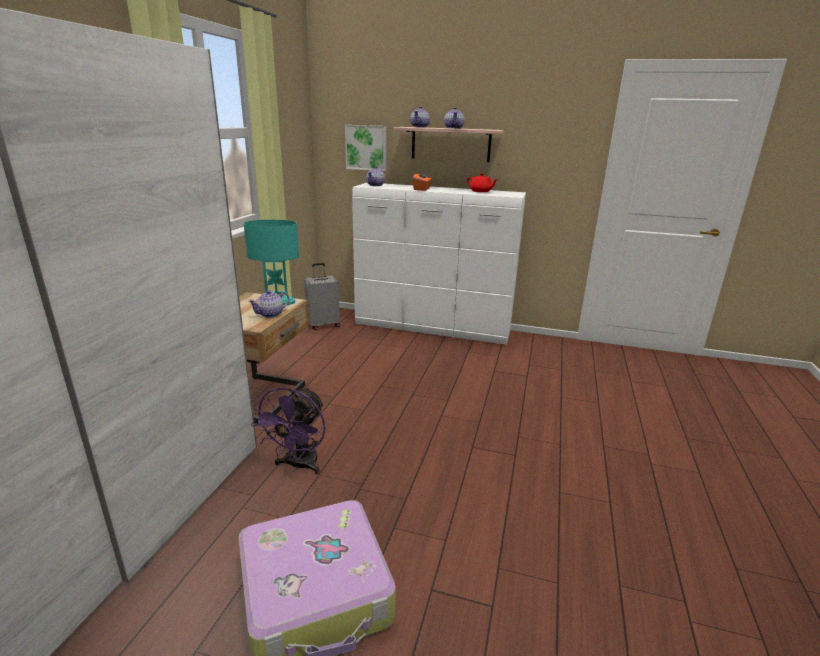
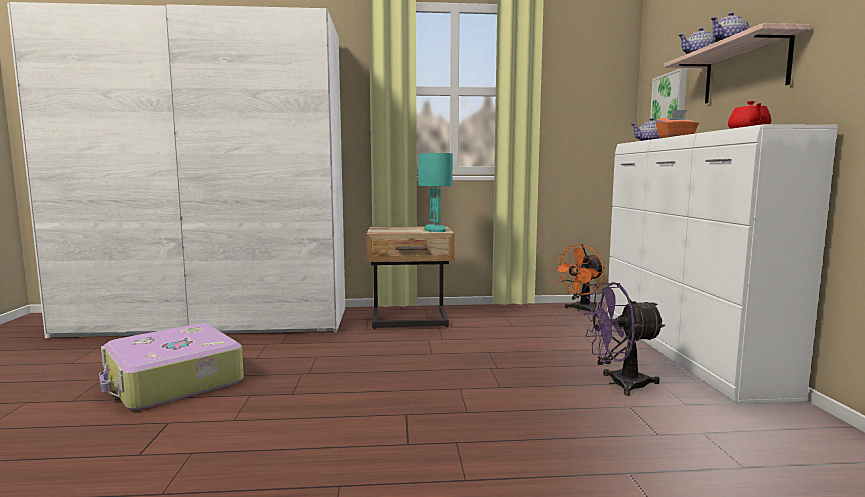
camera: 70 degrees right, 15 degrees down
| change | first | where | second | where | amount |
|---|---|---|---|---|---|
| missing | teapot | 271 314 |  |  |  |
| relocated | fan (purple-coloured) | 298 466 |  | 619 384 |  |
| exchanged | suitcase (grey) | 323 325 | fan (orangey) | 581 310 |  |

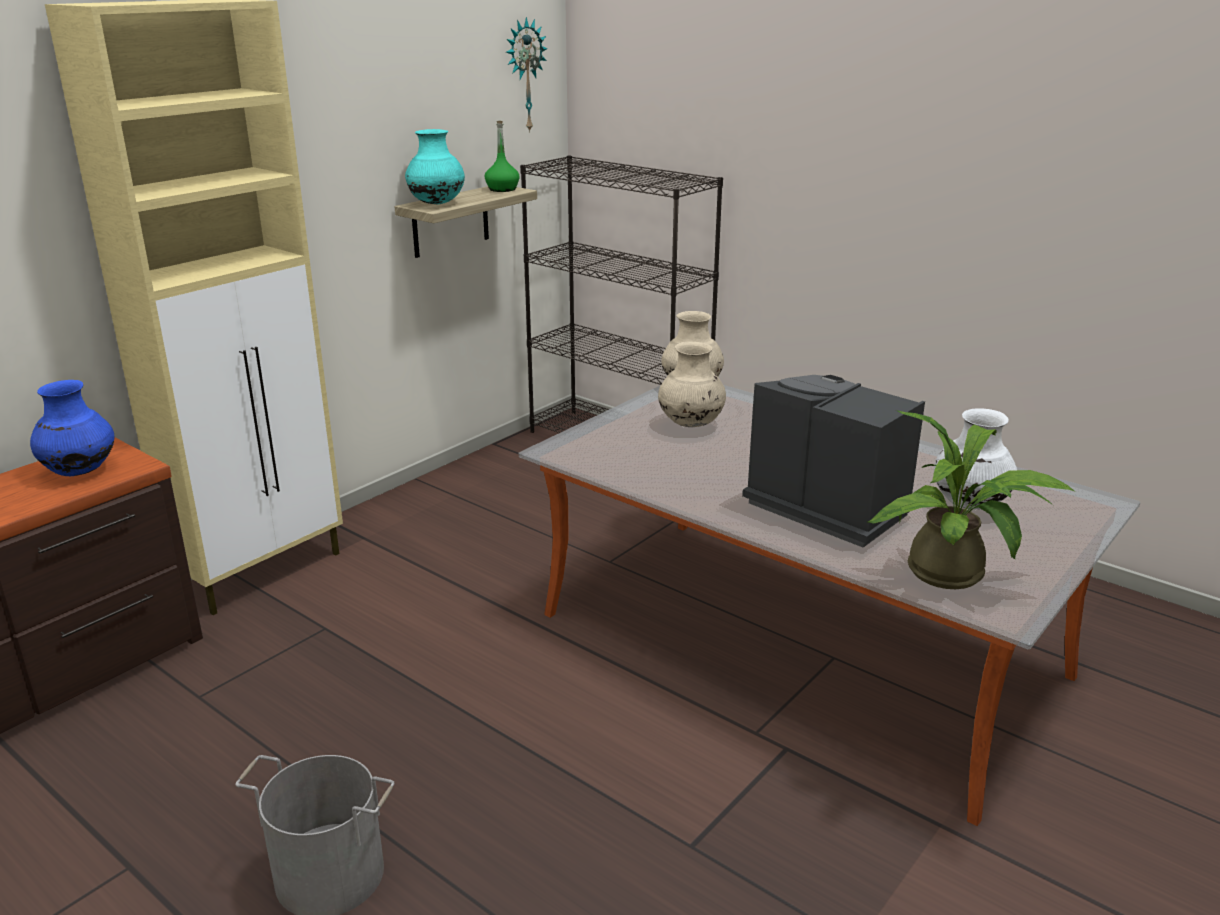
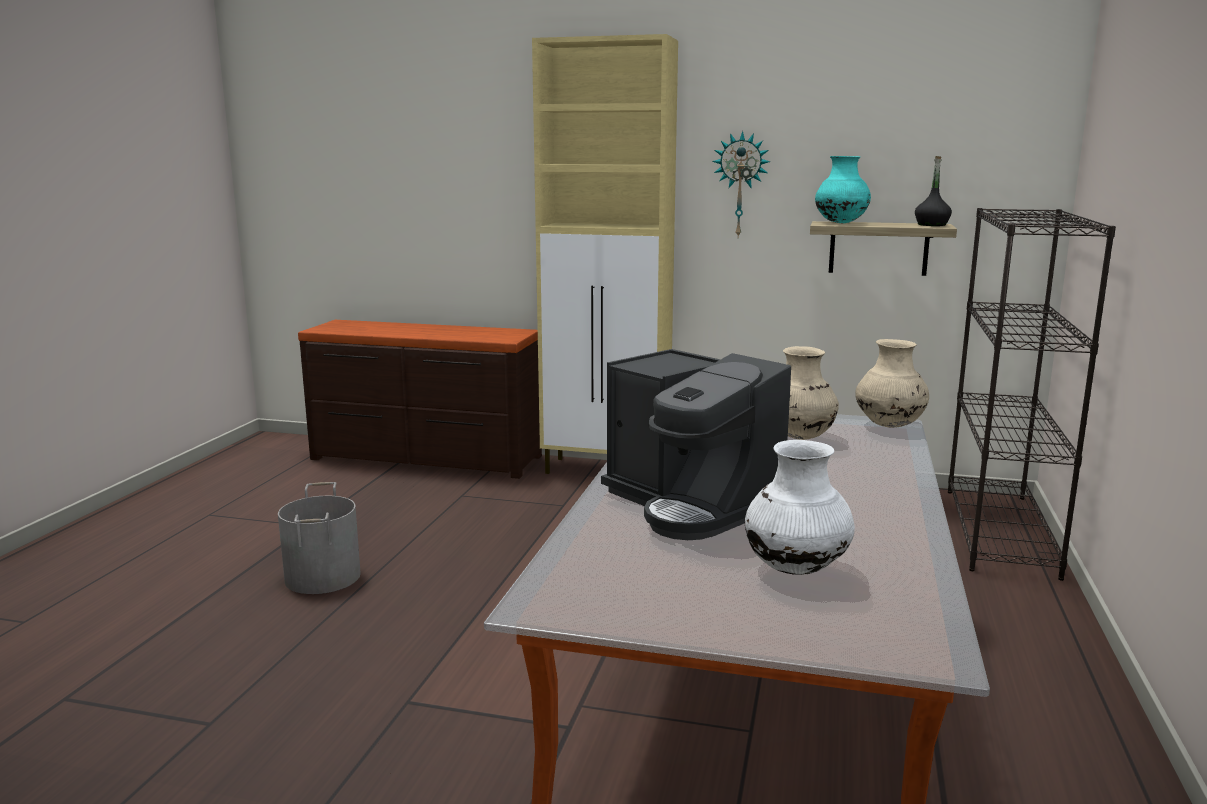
camera: 65 degrees right, 10 degrees down
| change | first | where | second | where | amount |
|---|---|---|---|---|---|
| missing | decorative vase (bluish) | 80 471 |  |  |  |
| missing | potted plant | 954 576 |  |  |  |
| relocated | clock on the wall | 524 75 |  | 740 185 |  |
| colour | beverage bottle (green-coloured) | 502 189 | beverage bottle (blackish) | 931 225 |  |
| spun | coffee machine | 826 506 |  | 692 505 | 120 degrees clockwise |

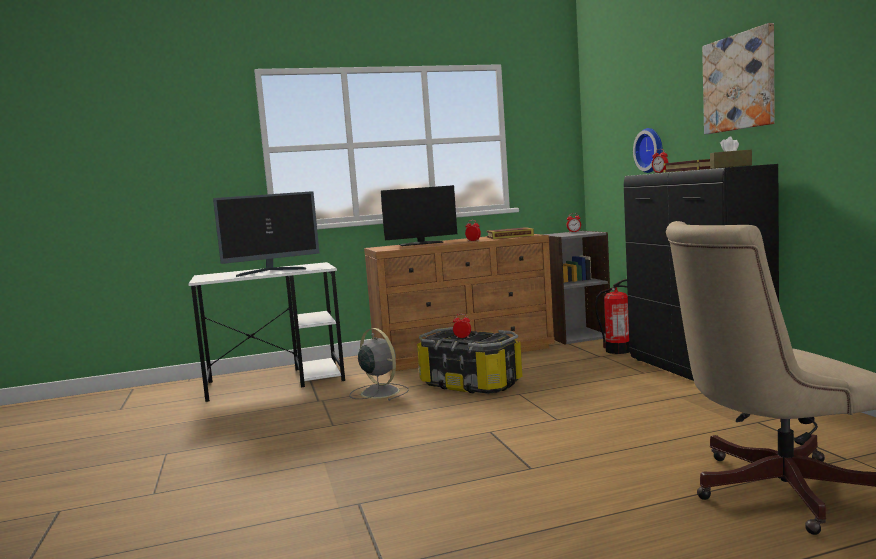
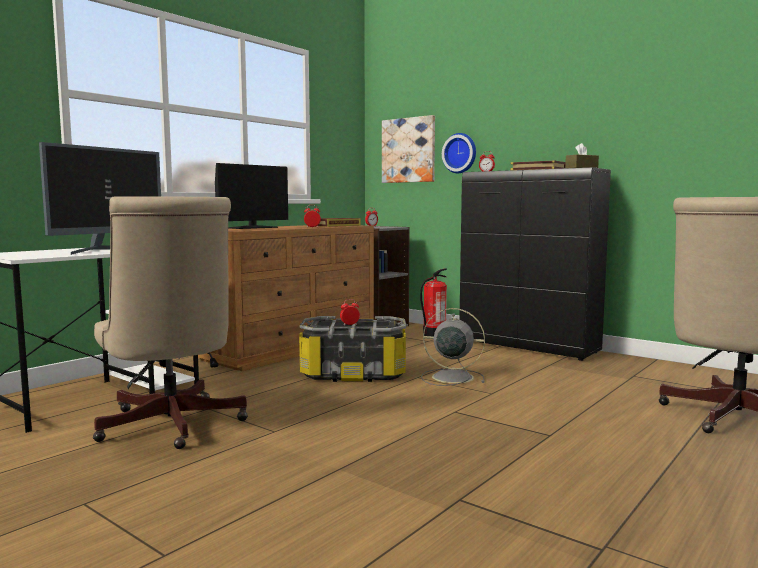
camera: 35 degrees left, 0 degrees up
| change | first | where | second | where | amount |
|---|---|---|---|---|---|
| appeared |  |  | desk chair (beige-coloured) | 171 427 |  |
| relocated | fan (grey) | 379 392 |  | 450 377 |  |
| relocated | wall art | 739 82 |  | 408 150 |  |

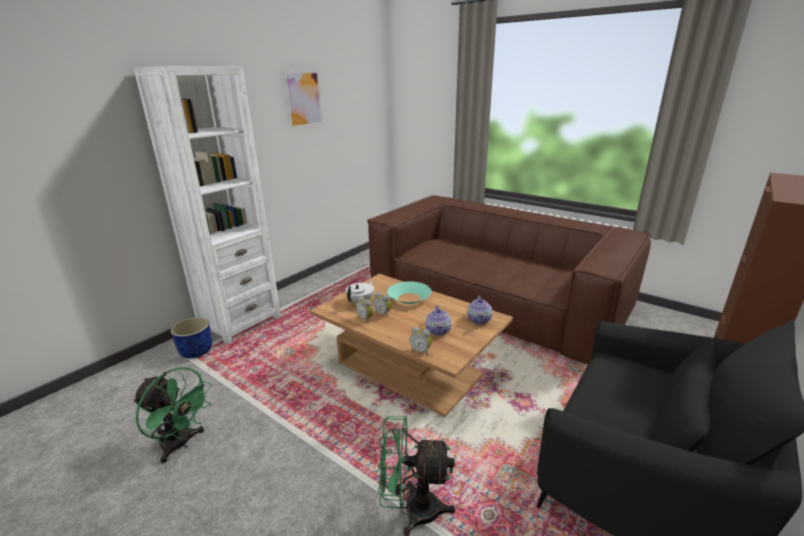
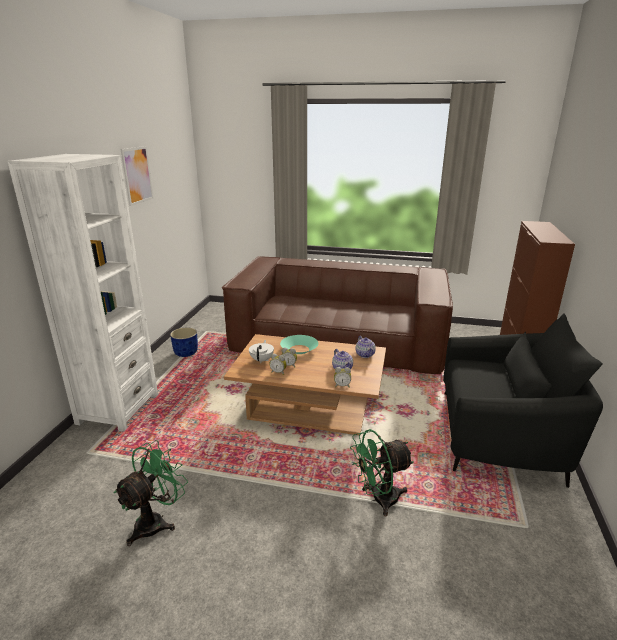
camera: 25 degrees left, 0 degrees up
| change | first | where | second | where | amount |
|---|---|---|---|---|---|
| relocated | flower pot (bluish) | 197 351 |  | 186 352 |  |
| spun | fan (green-coloured) | 181 444 |  | 156 521 | 60 degrees counterclockwise |

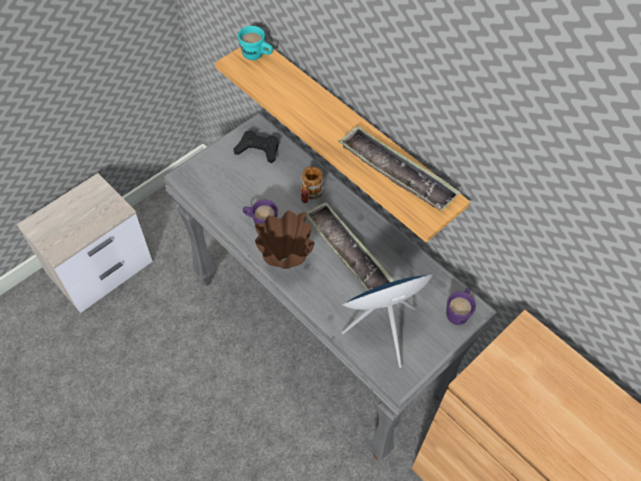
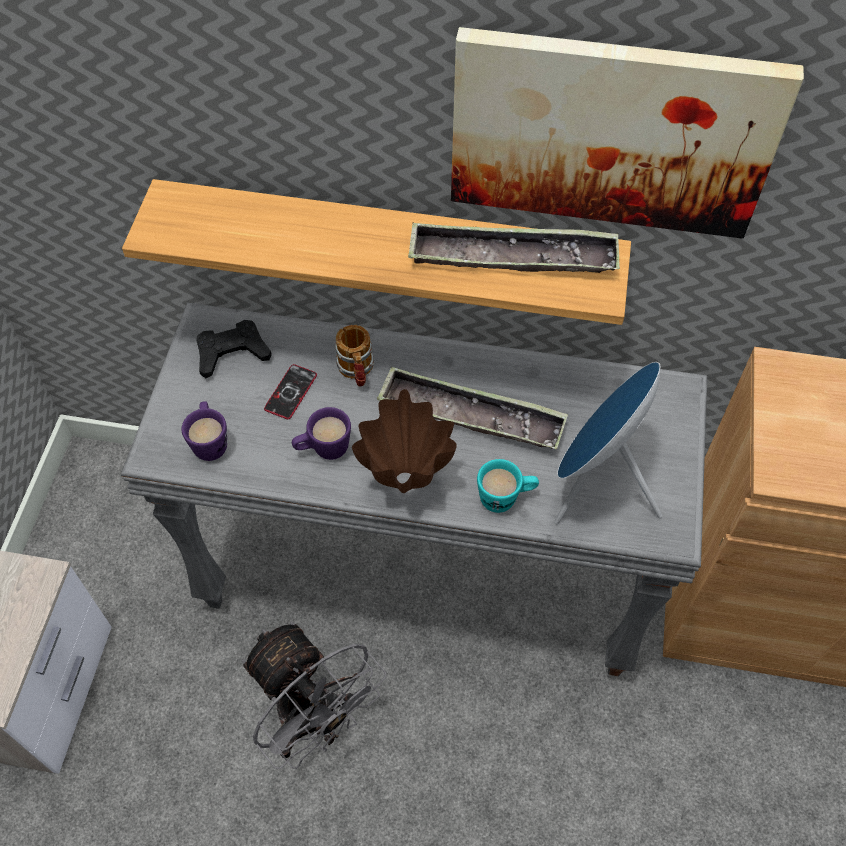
camera: 35 degrees left, 0 degrees up
| change | first | where | second | where | amount |
|---|---|---|---|---|---|
| appeared |  |  | fan (grey) | 314 721 |  |
| appeared |  |  | telephone | 291 392 |  |
| appeared |  |  | wall art | 611 132 |  |
| relocated | coffee mug (turquoise-coloured) | 257 56 |  | 505 498 |  |
| relocated | coffee mug (purple-coloured) | 458 312 |  | 210 441 |  |

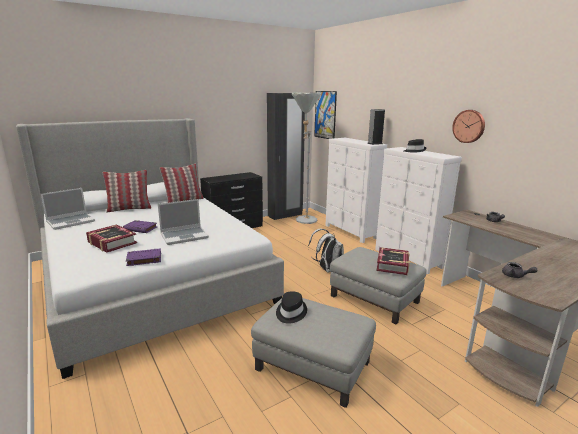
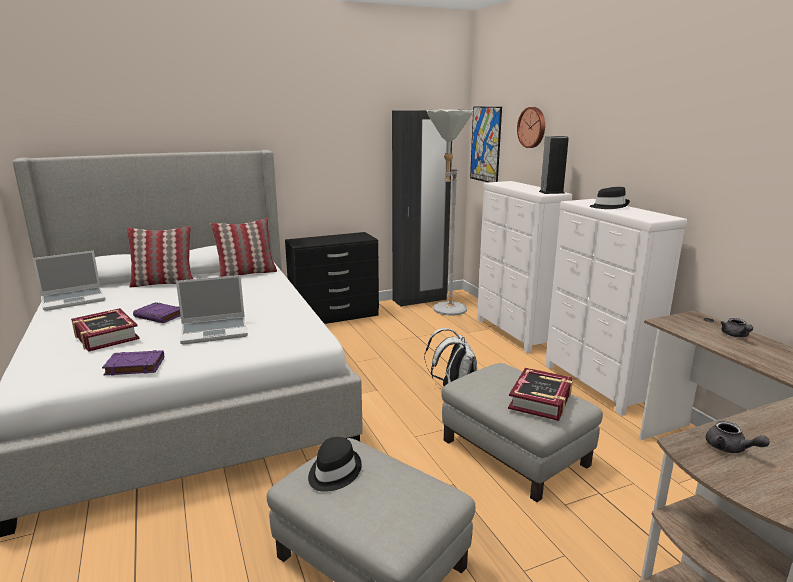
camera: 10 degrees right, 0 degrees up
| change | first | where | second | where | amount |
|---|---|---|---|---|---|
| relocated | clock on the wall | 469 126 |  | 532 127 |  |

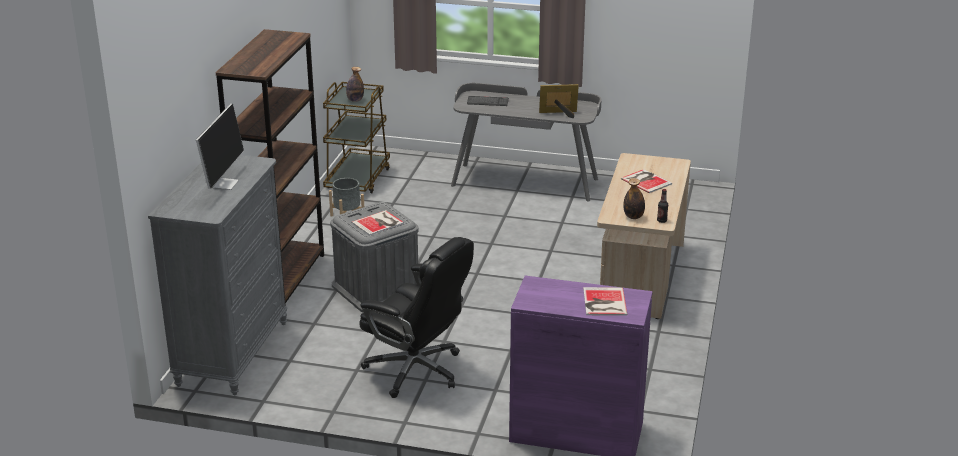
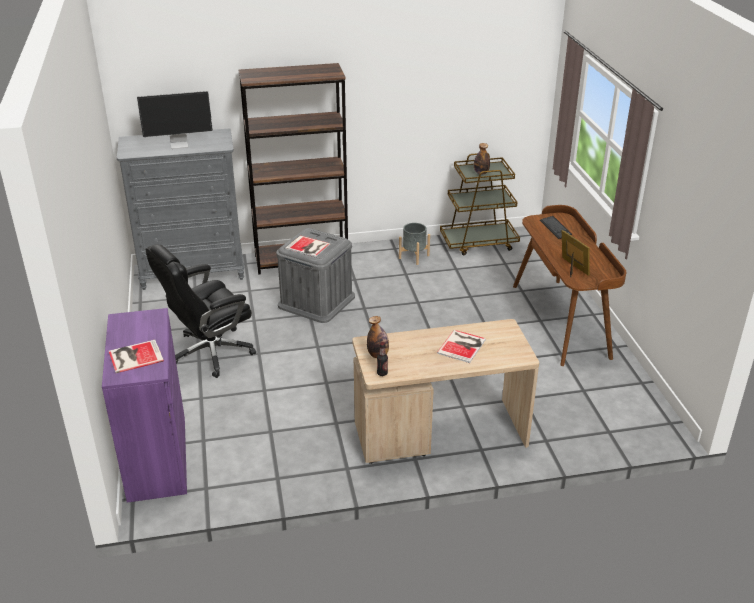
camera: 65 degrees right, 5 degrees up
| change | first | where | second | where | amount |
|---|---|---|---|---|---|
| colour | desk table (grey) | 525 182 | desk table (brownish) | 561 320 |  |
| spun | desk chair (blackish) | 416 370 |  | 210 353 | 45 degrees clockwise |

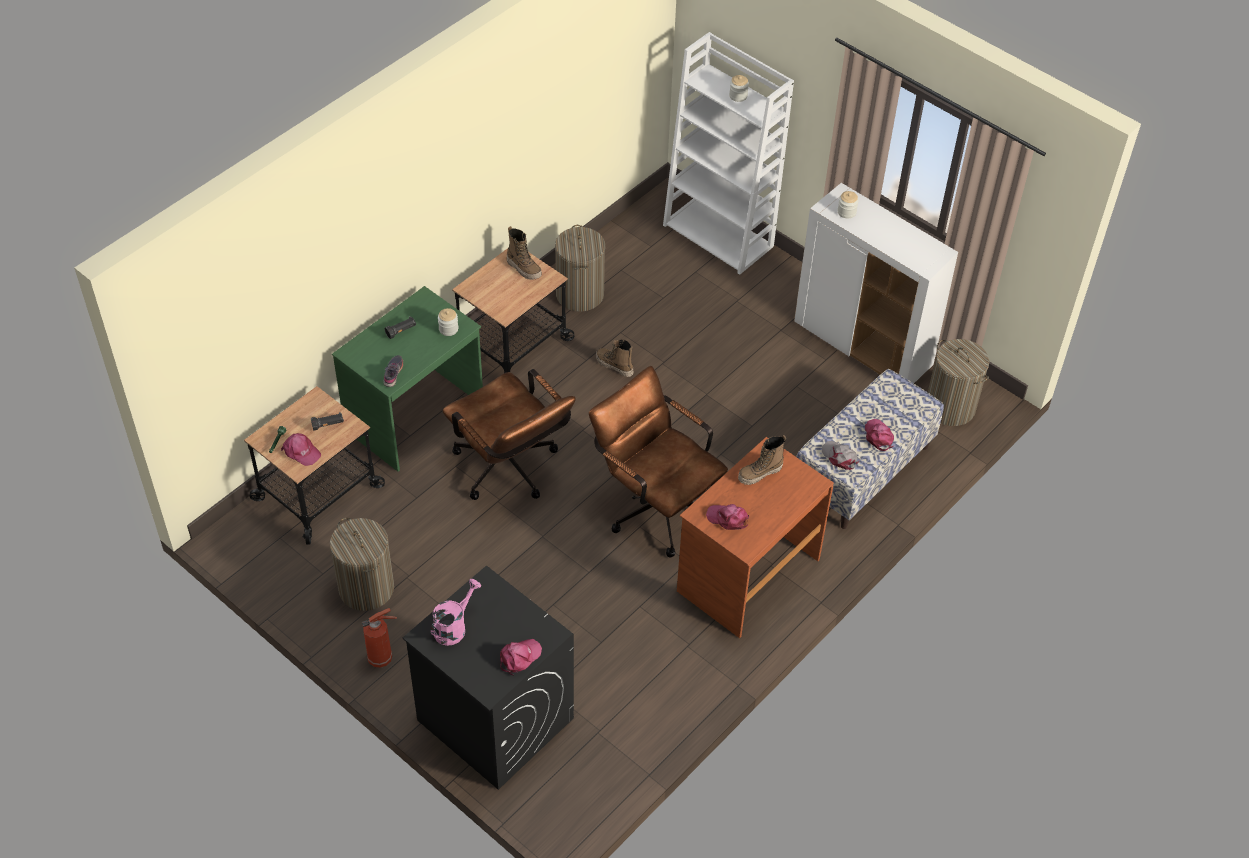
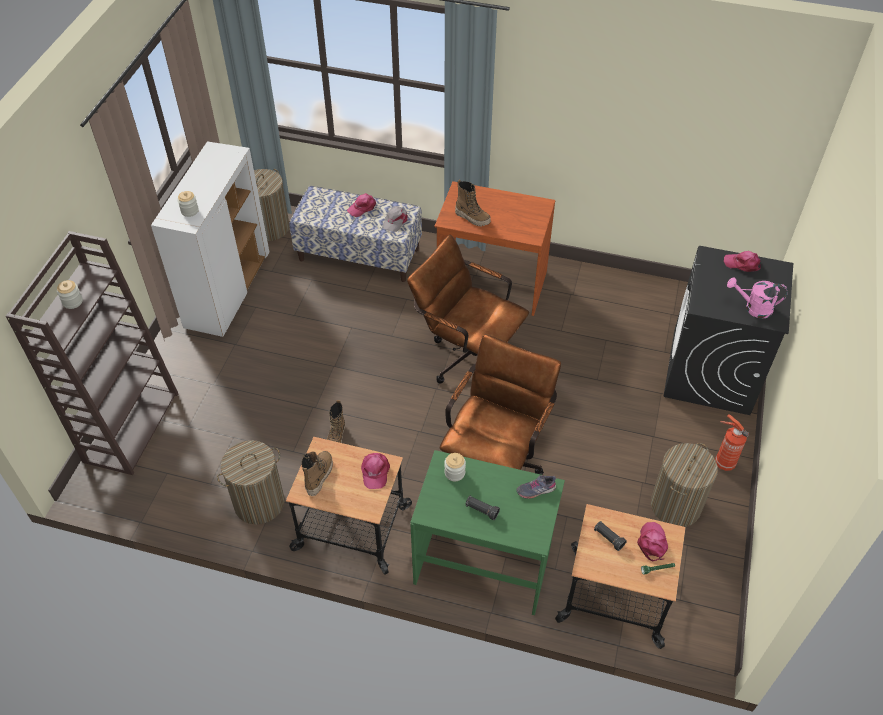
camera: 115 degrees left, 0 degrees up
| change | first | where | second | where | amount |
|---|---|---|---|---|---|
| relocated | baseball cap (pink) | 728 518 |  | 375 472 |  |
| colour | bookcase (whitish) | 719 236 | bookcase (brownish) | 131 426 |  |
| spun | desk chair (brownish) | 655 505 |  | 467 356 | 105 degrees clockwise |

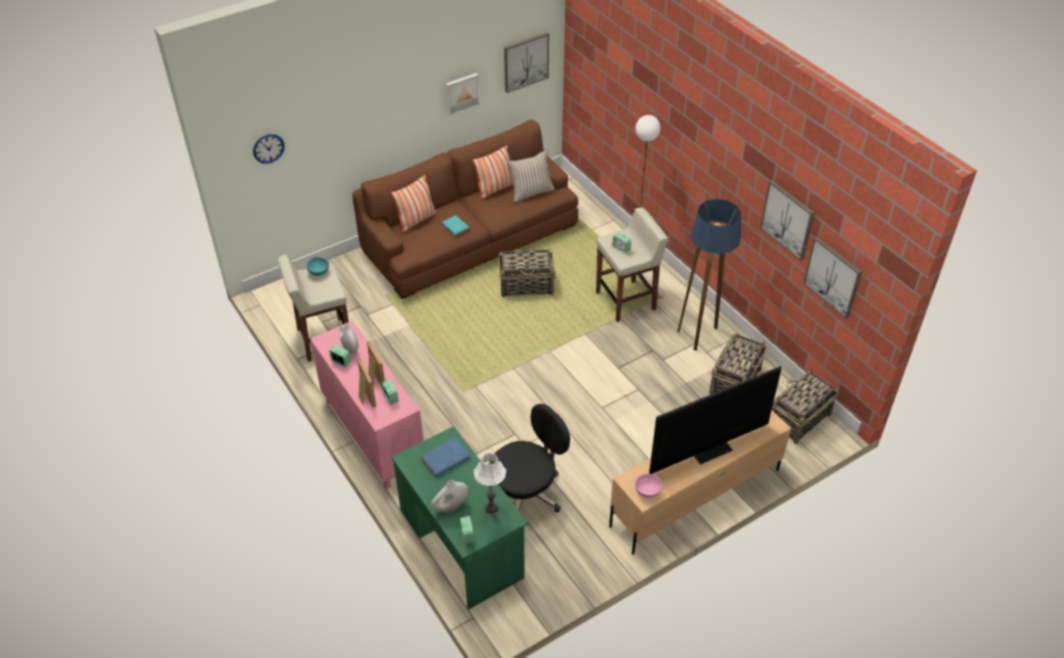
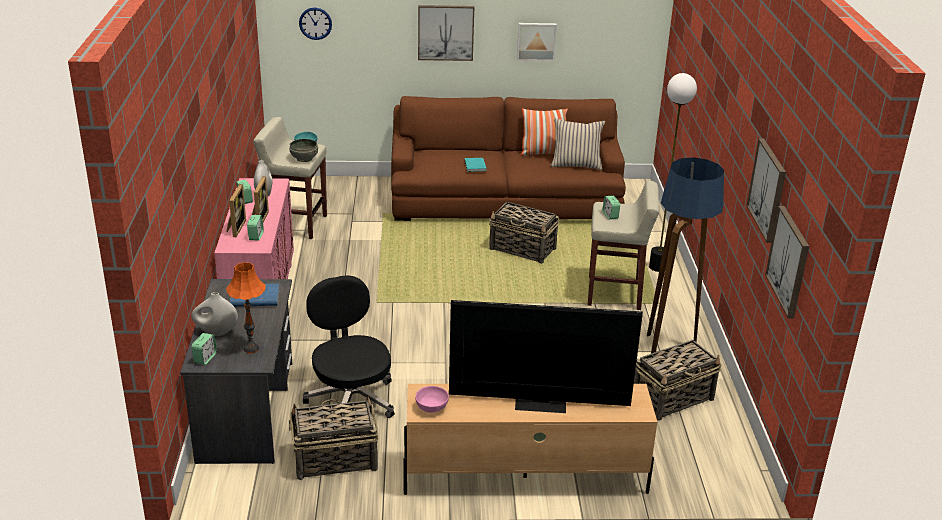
camera: 30 degrees right, 15 degrees down
| change | first | where | second | where | amount |
|---|---|---|---|---|---|
| missing | cushion | 416 220 |  |  |  |
| appeared |  |  | deep dish (grey) | 304 158 |  |
| relocated | wall art | 525 62 |  | 445 32 |  |
| relocated | storage basket | 799 419 |  | 334 459 |  |
| colour | desk table (green-coloured) | 461 543 | desk table (grey) | 247 410 |  |
| colour | lamp for a table (whitish) | 491 509 | lamp for a table (orangey) | 251 348 |  |
| spun | desk chair (blackish) | 526 493 |  | 351 399 | 105 degrees counterclockwise |

